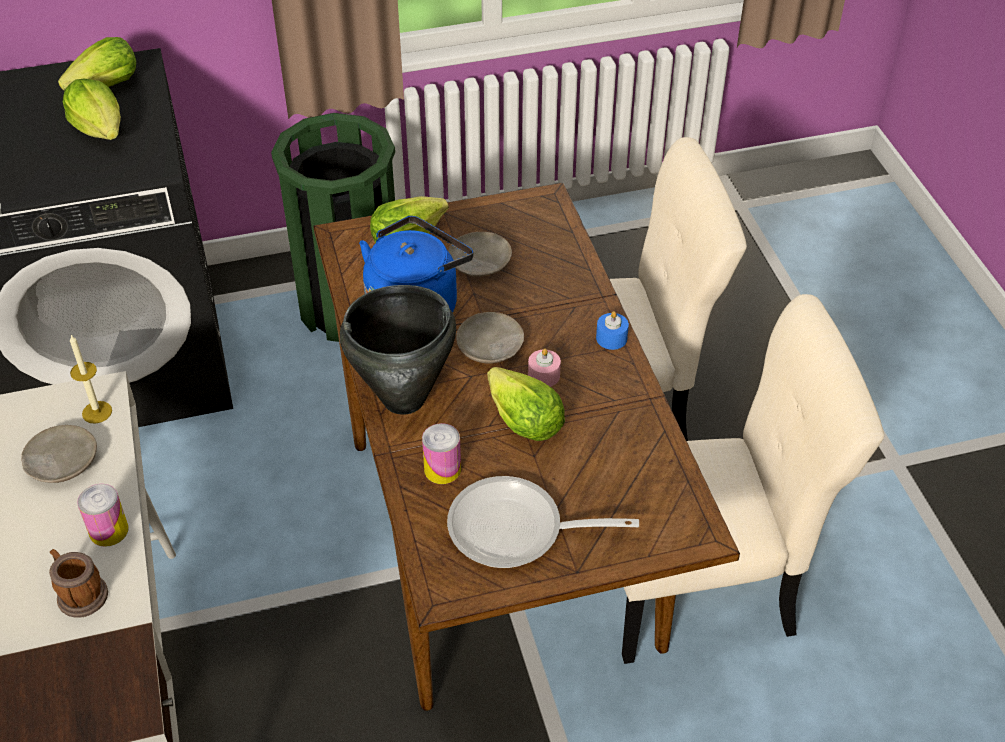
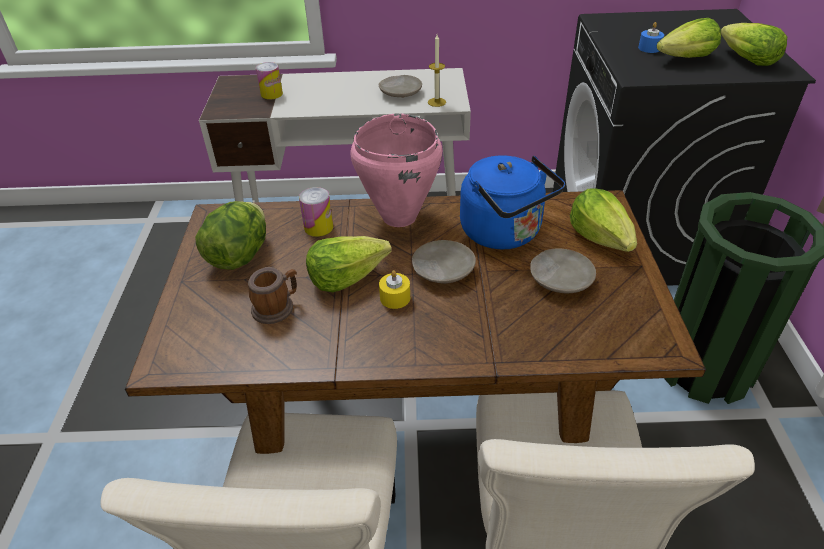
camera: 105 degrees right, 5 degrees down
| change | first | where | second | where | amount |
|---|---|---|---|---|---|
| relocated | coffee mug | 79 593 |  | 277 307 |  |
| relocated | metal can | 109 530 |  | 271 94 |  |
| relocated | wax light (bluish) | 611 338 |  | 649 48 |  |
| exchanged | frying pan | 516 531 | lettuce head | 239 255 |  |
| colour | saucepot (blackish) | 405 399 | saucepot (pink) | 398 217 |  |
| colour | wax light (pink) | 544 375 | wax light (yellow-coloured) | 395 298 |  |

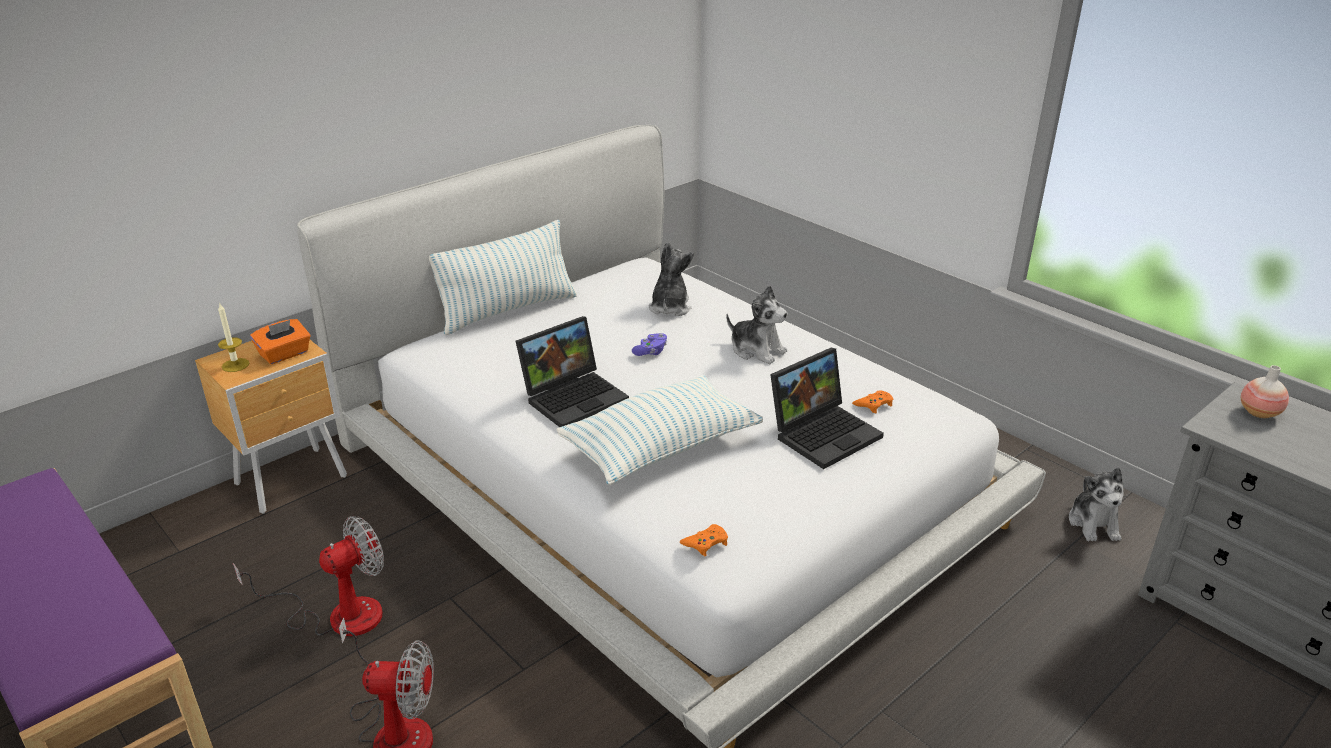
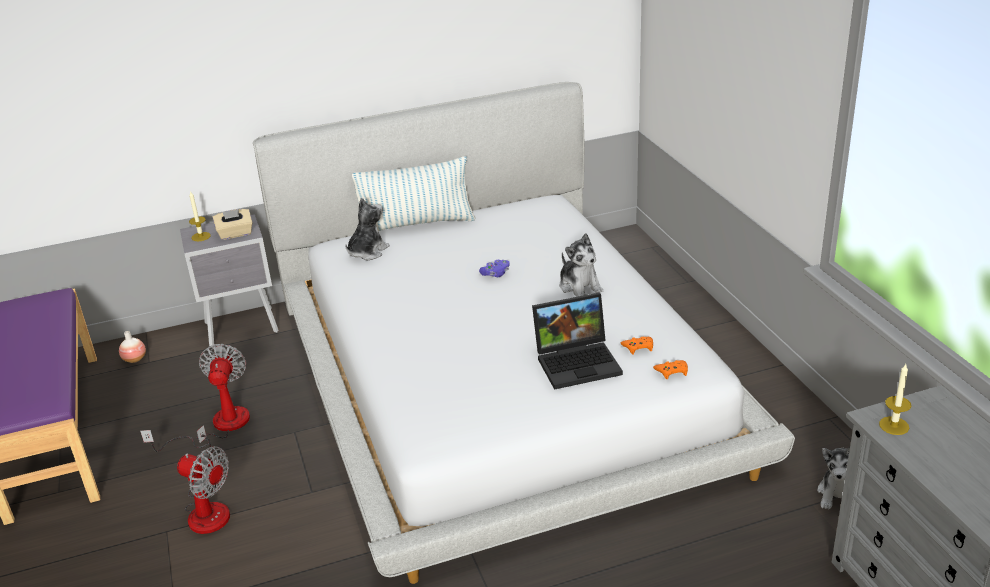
camera: 25 degrees right, 0 degrees up
| change | first | where | second | where | amount |
|---|---|---|---|---|---|
| missing | laptop | 575 397 |  |  |  |
| missing | cushion | 660 448 |  |  |  |
| appeared |  |  | wax light | 894 425 |  |
| relocated | plush toy | 669 307 |  | 367 252 |  |
| relocated | joypad (orangey) | 706 543 |  | 672 371 |  |
| relocated | decorative vase | 1259 413 |  | 134 359 |  |
| colour | night table (brownish) | 294 480 | night table (grey) | 243 328 |  |
| colour | tissue box (orangey) | 285 354 | tissue box (beige-coloured) | 235 234 |  |
| spun | fan | 338 614 |  | 218 426 | 75 degrees counterclockwise |

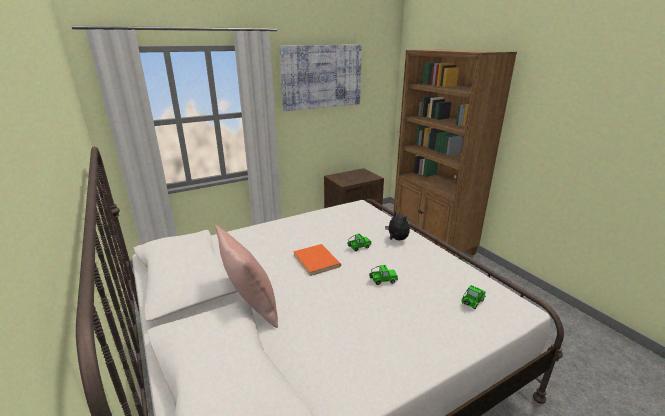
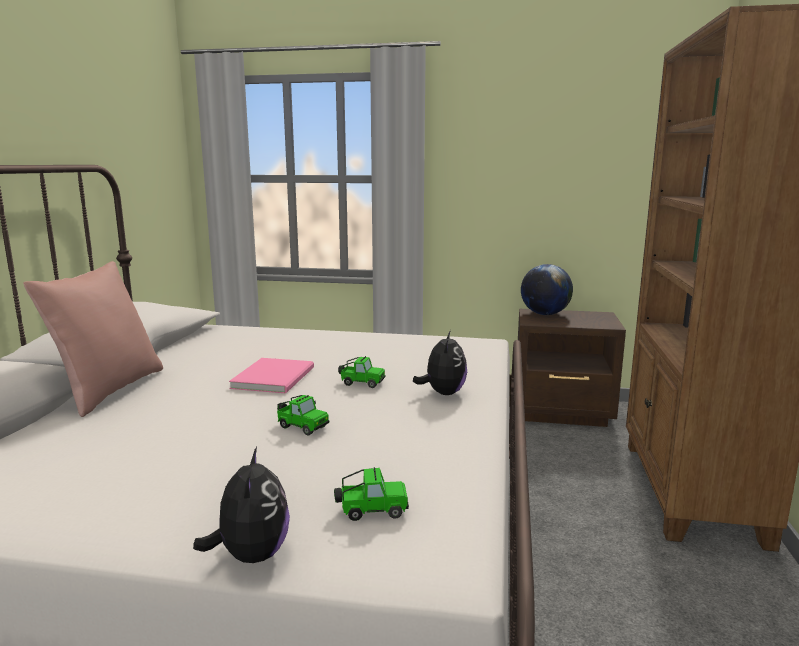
camera: 40 degrees right, 10 degrees down
| change | first | where | second | where | amount |
|---|---|---|---|---|---|
| missing | wall art | 321 76 |  |  |  |
| appeared |  |  | plush toy | 251 555 |  |
| appeared |  |  | desk globe | 545 314 |  |
| colour | bound book (orangey) | 317 259 | bound book (pink) | 276 377 |  |

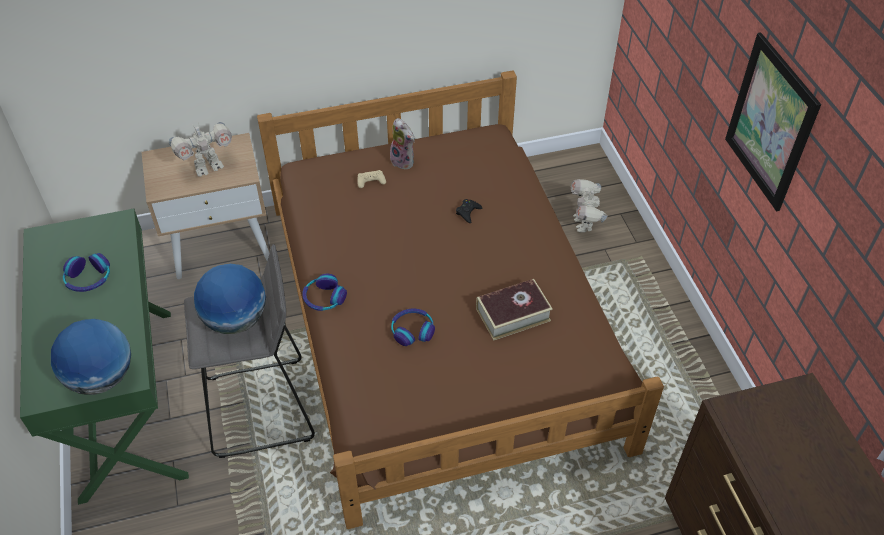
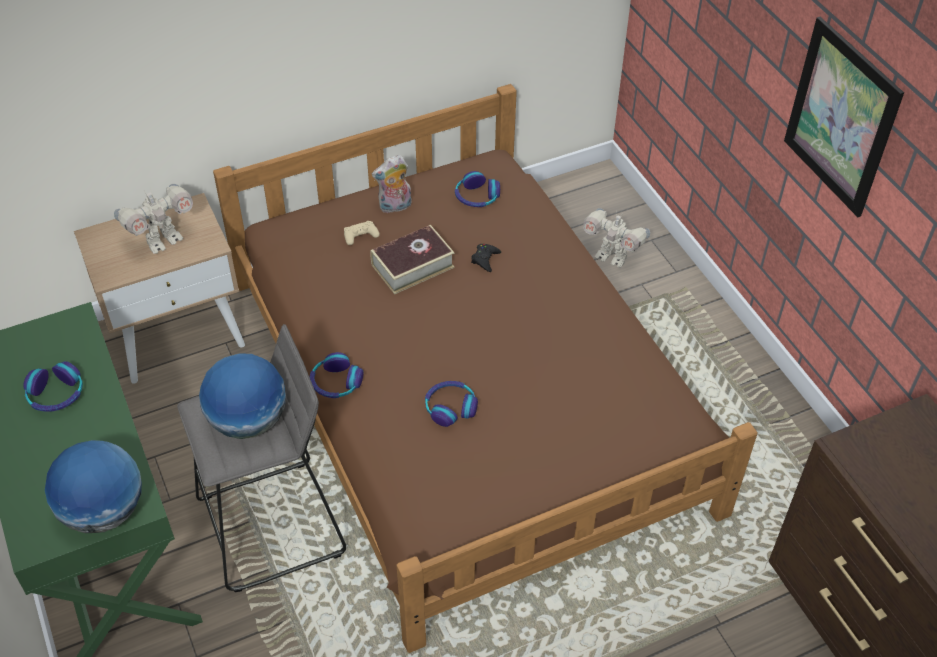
camera: 10 degrees left, 0 degrees up
| change | first | where | second | where | amount |
|---|---|---|---|---|---|
| appeared |  |  | headset | 476 197 |  |
| relocated | bound book | 513 314 |  | 412 266 |  |
| spun | plush toy | 404 162 |  | 395 207 | 120 degrees clockwise |
| spun | model robot | 584 223 |  | 612 257 | 45 degrees counterclockwise |

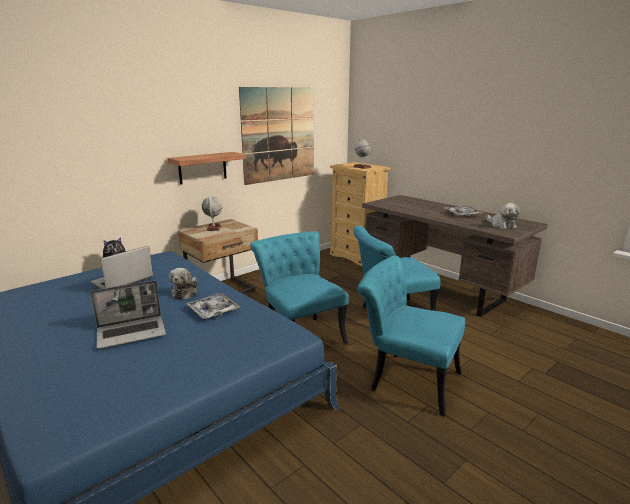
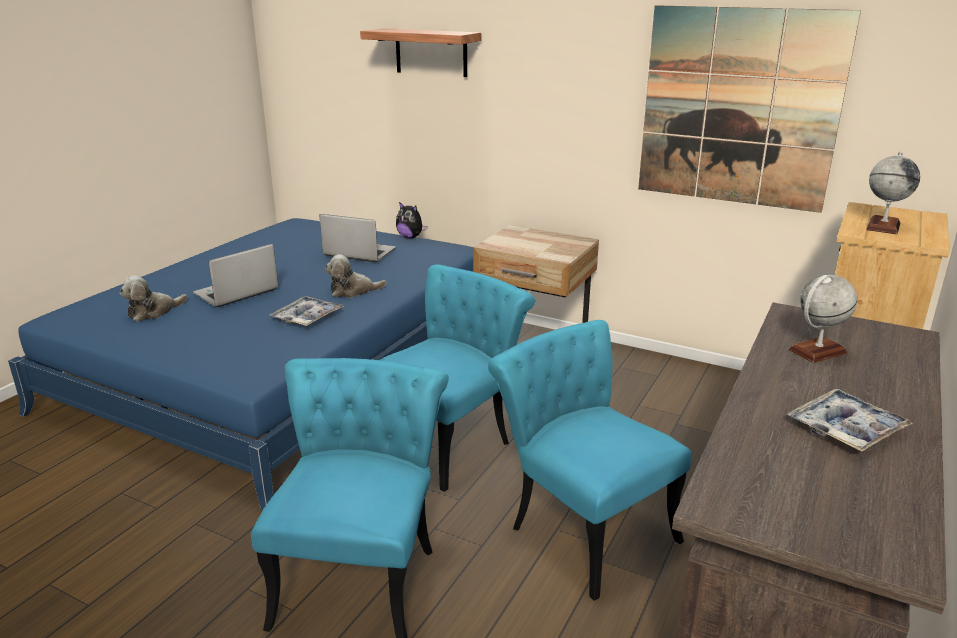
camera: 70 degrees right, 5 degrees up
| change | first | where | second | where | amount |
|---|---|---|---|---|---|
| relocated | bracket shelf | 202 168 |  | 431 52 |  |
| relocated | desk globe | 213 228 |  | 817 351 |  |
| relocated | plush toy | 501 225 |  | 153 312 |  |
| spun | laptop | 132 332 |  | 236 293 | 90 degrees clockwise |

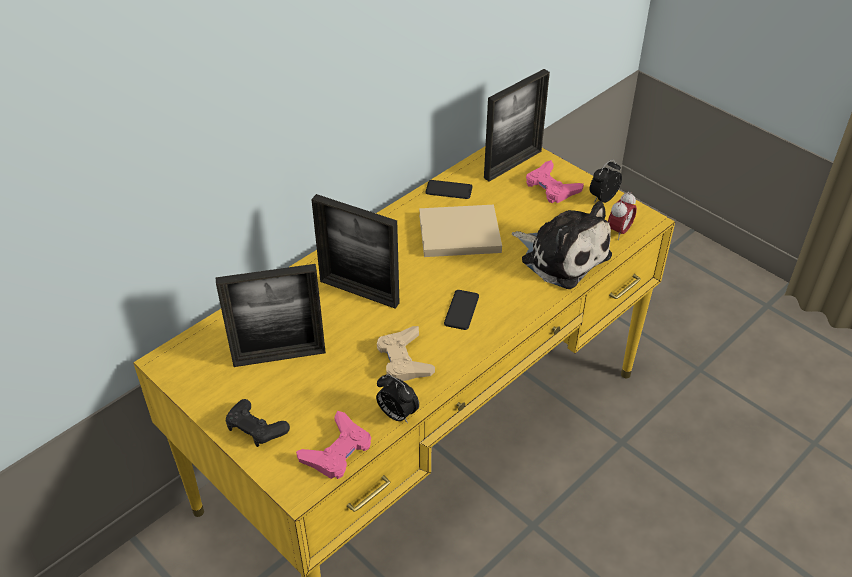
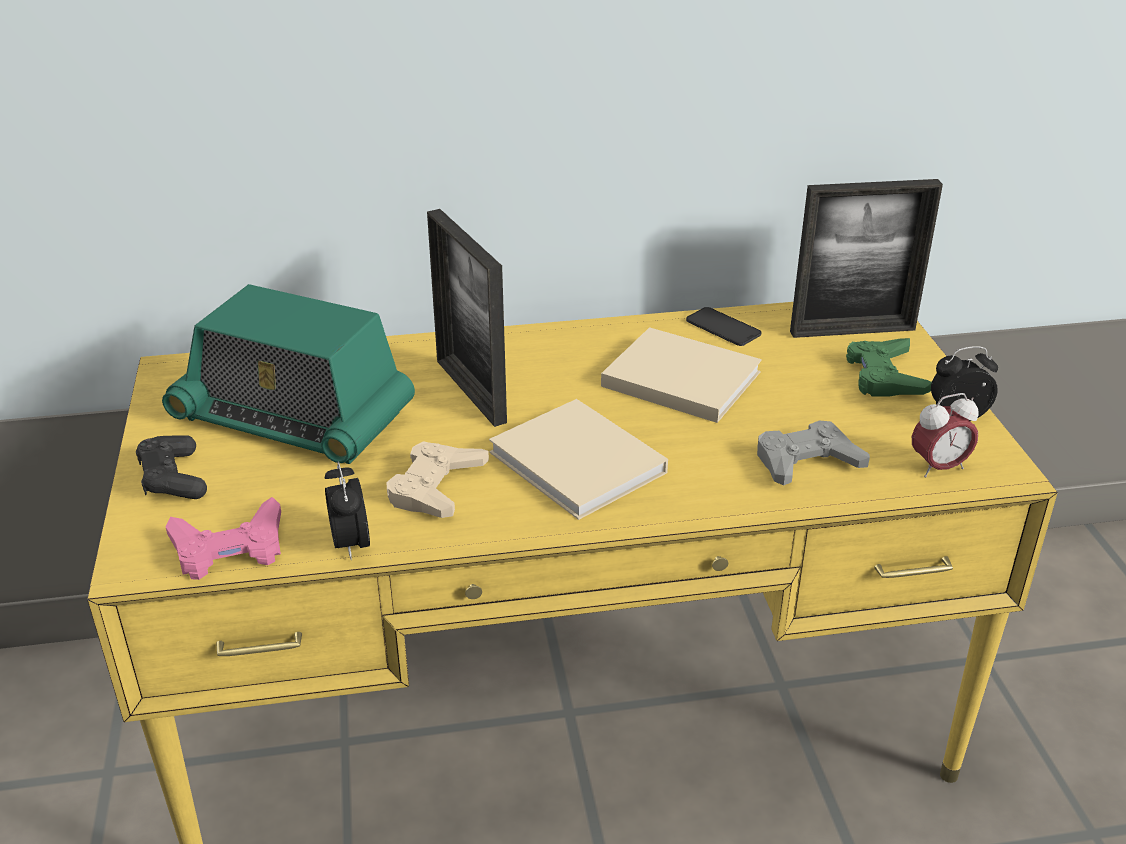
camera: 35 degrees right, 10 degrees down
| change | first | where | second | where | amount |
|---|---|---|---|---|---|
| exchanged | photo frame | 279 356 | radio receiver | 293 417 |  |
| exchanged | telephone | 461 310 | bound book (beige-coloured) | 580 465 |  |
| exchanged | plush toy | 562 256 | joypad (grey) | 806 462 |  |
| colour | joypad (pink) | 551 187 | joypad (green-coloured) | 884 376 |  |

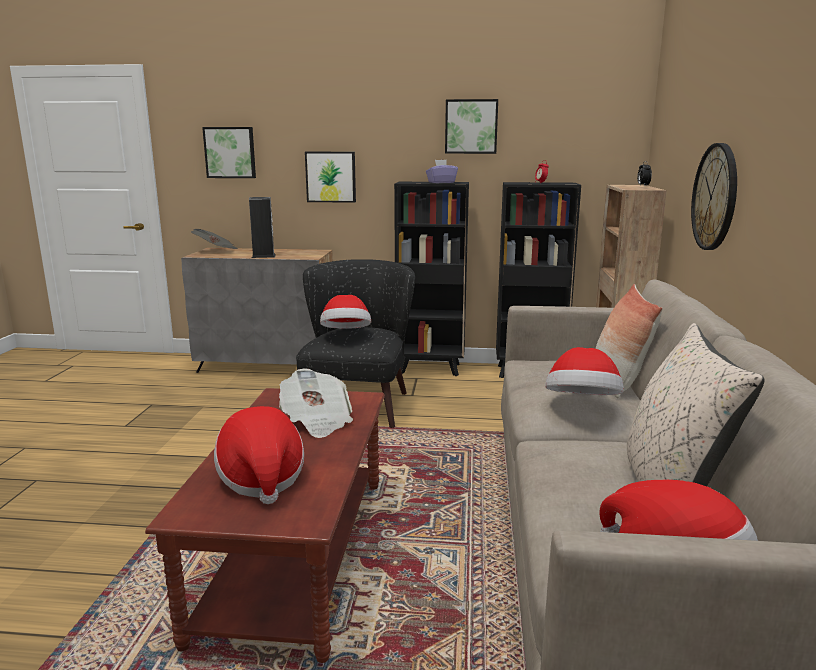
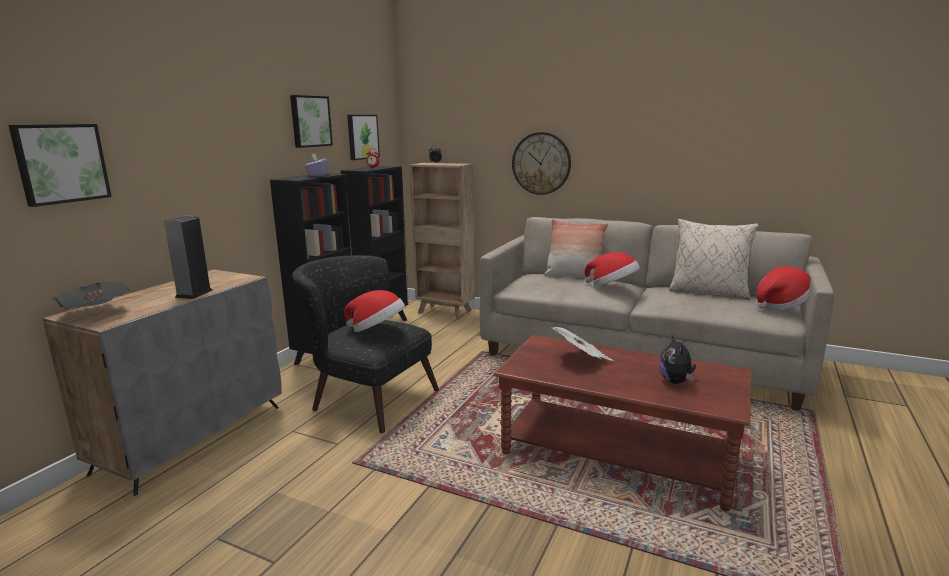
camera: 70 degrees left, 0 degrees up
| change | first | where | second | where | amount |
|---|---|---|---|---|---|
| relocated | wall art | 331 176 |  | 362 137 |  |
| exchanged | hat | 261 478 | plush toy | 676 381 |  |

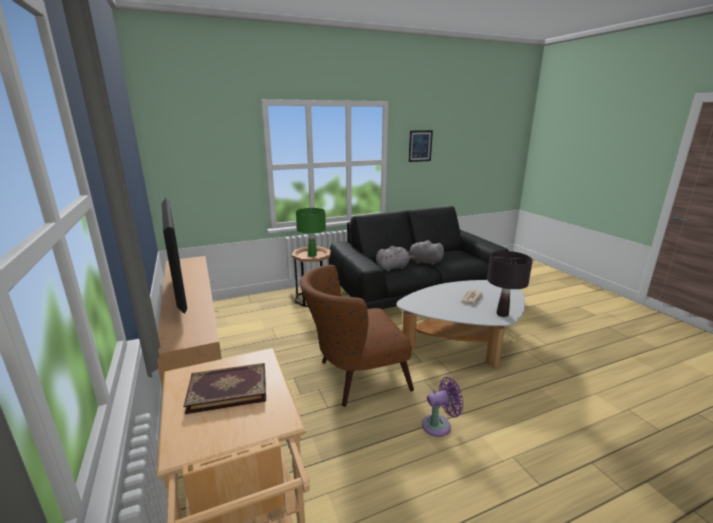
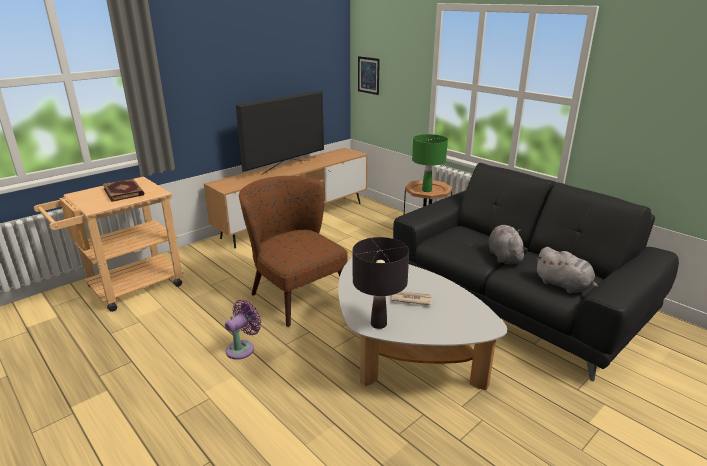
camera: 70 degrees right, 5 degrees up
| change | first | where | second | where | amount |
|---|---|---|---|---|---|
| relocated | plush toy (grey) | 393 267 |  | 564 286 |  |
| relocated | wall art | 420 146 |  | 368 75 |  |
| spun | fan (purple-coloured) | 439 425 |  | 242 348 | 105 degrees counterclockwise |

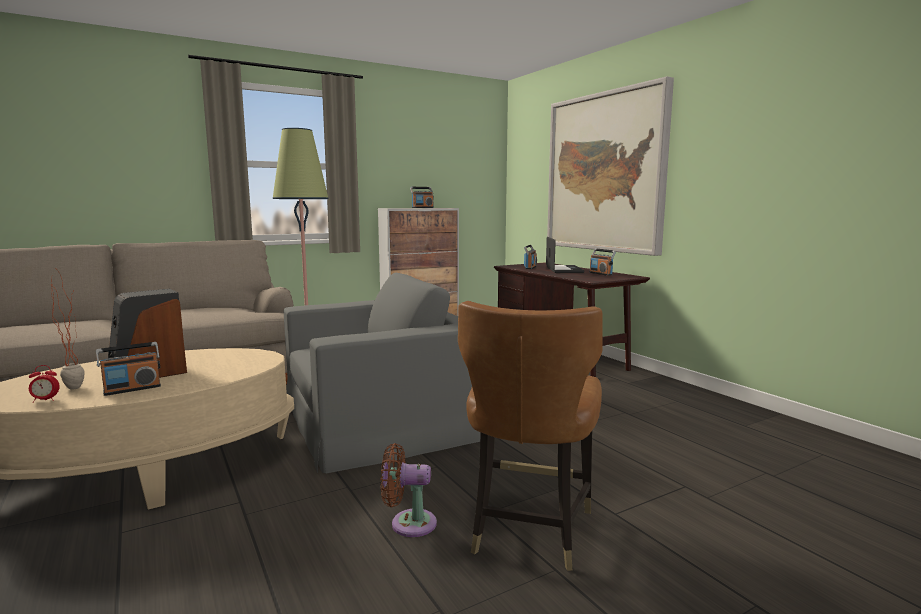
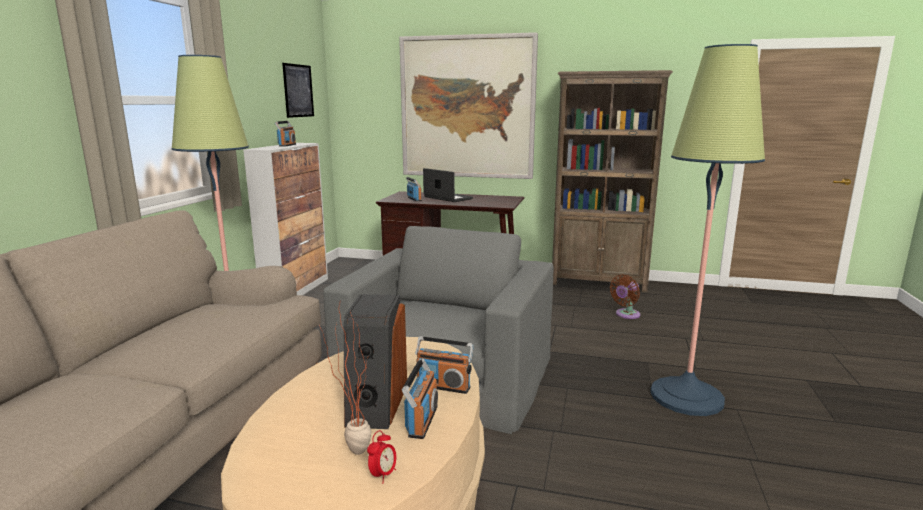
camera: 45 degrees left, 5 degrees up
| change | first | where | second | where | amount |
|---|---|---|---|---|---|
| appeared |  |  | wall art | 298 91 |  |
| appeared |  |  | bookcase (brownish) | 599 283 |  |
| relocated | fan (brownish) | 408 523 |  | 626 315 |  |
| relocated | radio receiver | 601 273 |  | 443 386 |  |
| exchanged | chair (brownish) | 528 529 | standing lamp | 686 397 |  |

